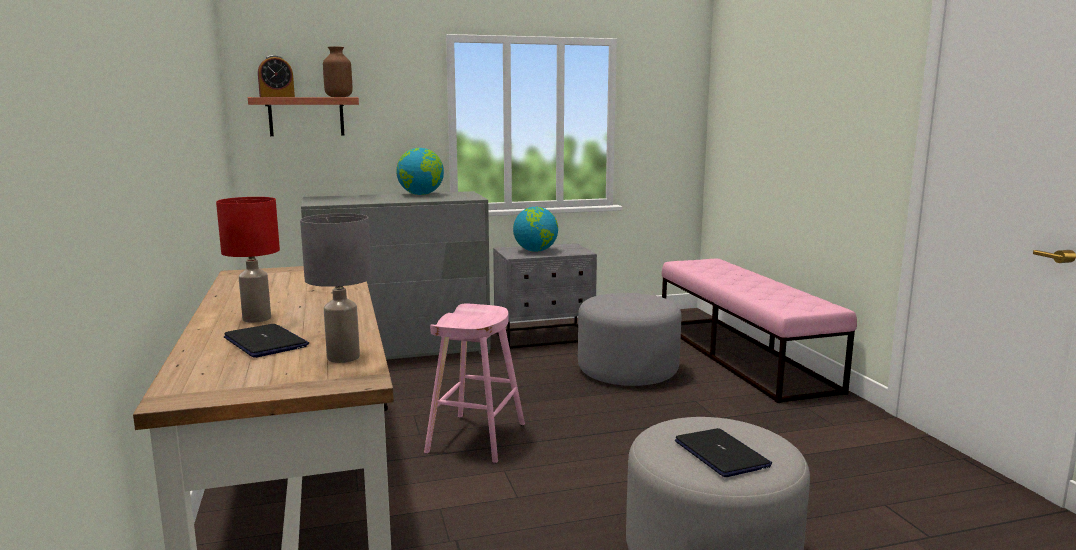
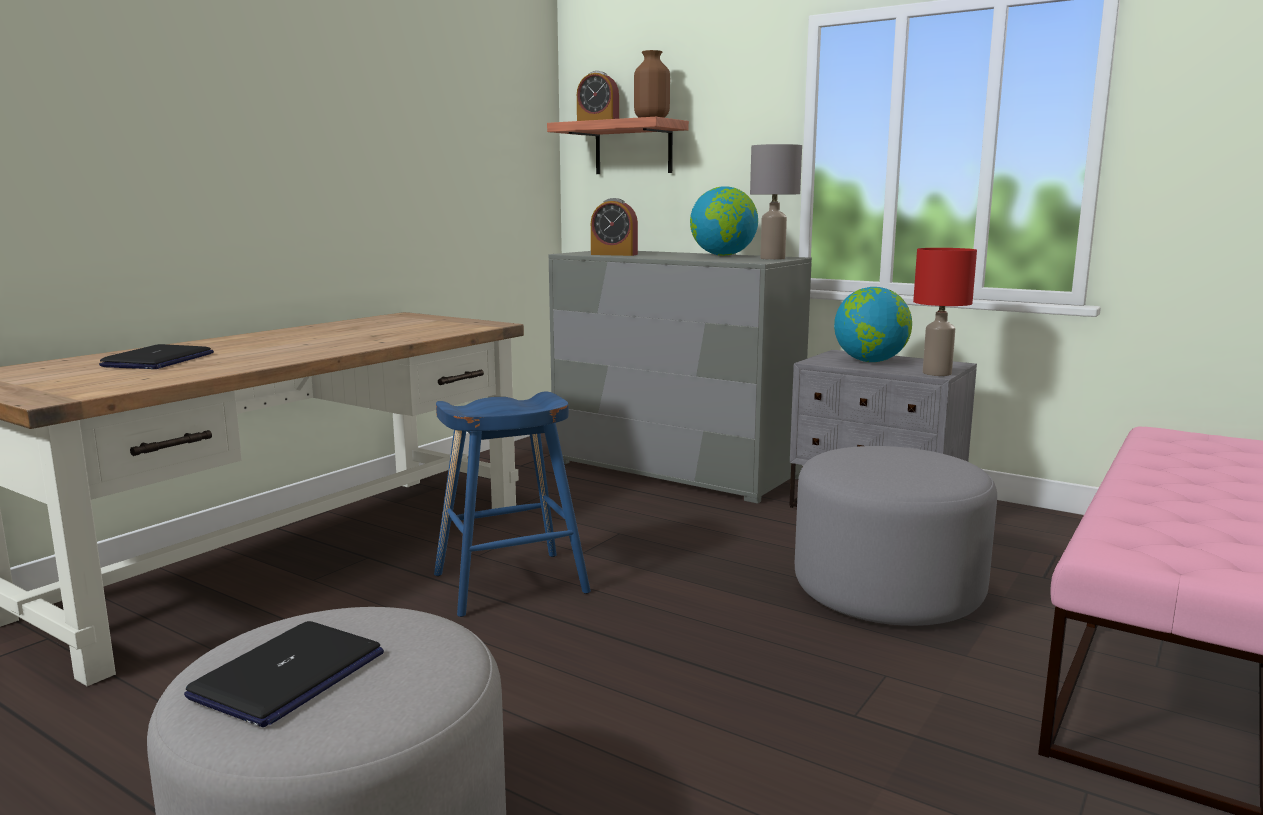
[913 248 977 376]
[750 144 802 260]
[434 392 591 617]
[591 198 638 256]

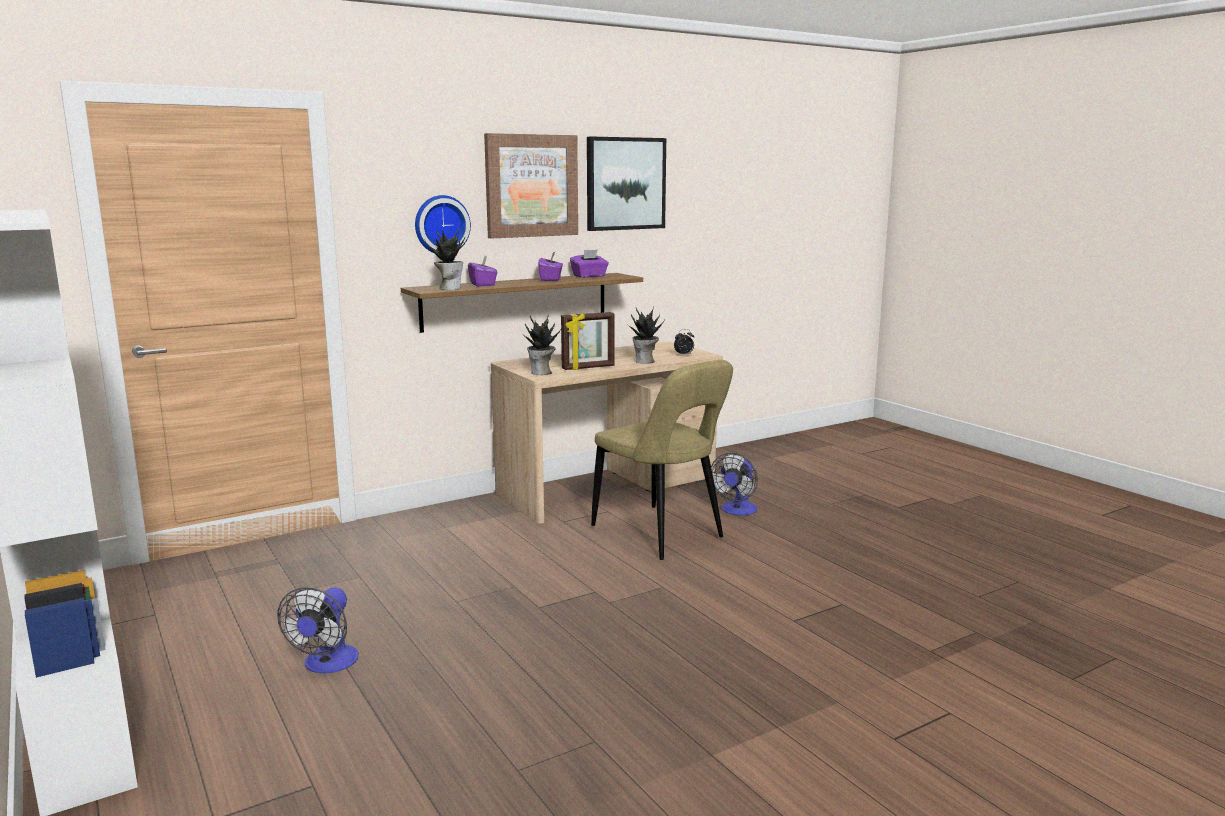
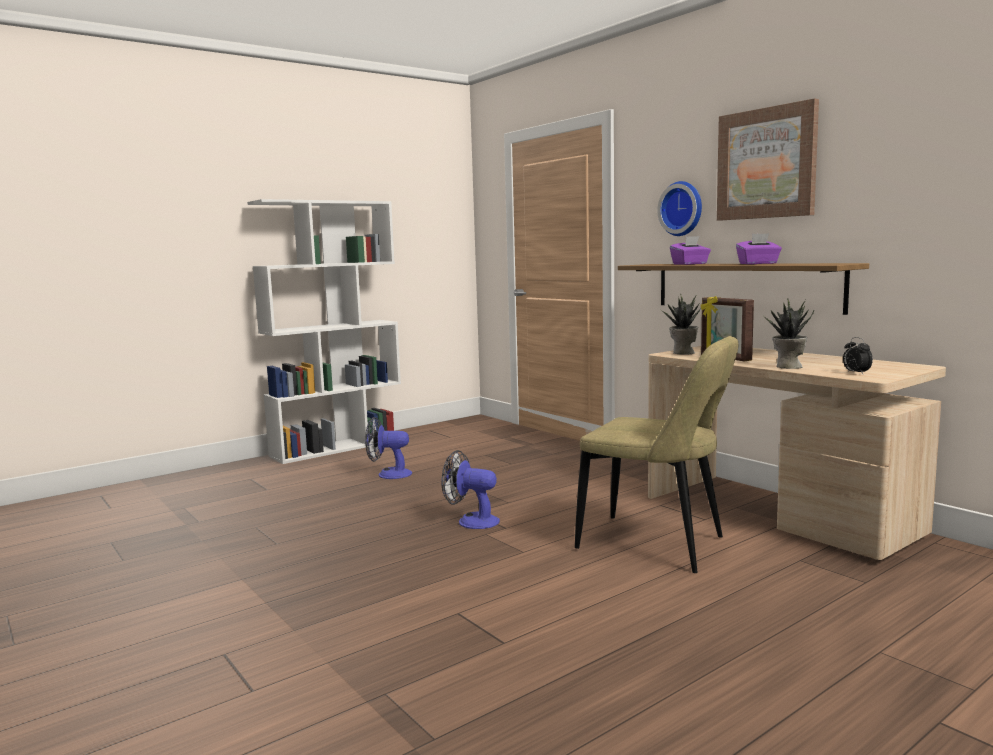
[587 136 666 231] (first image)
[424 228 465 290] (first image)
[570 249 609 277] (first image)
[575 336 738 573]
[442 450 500 529]

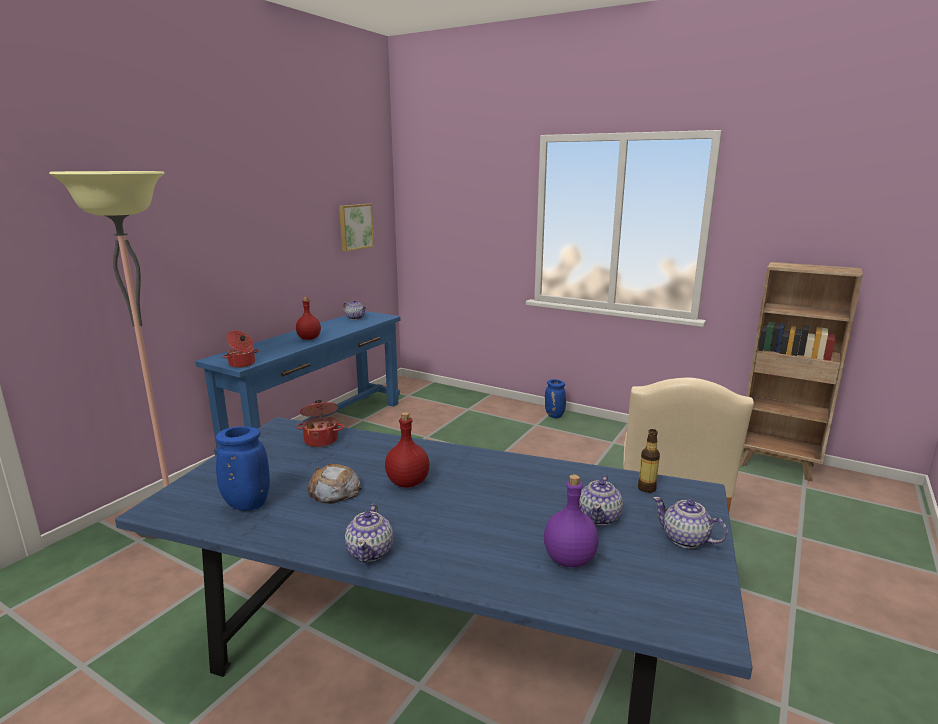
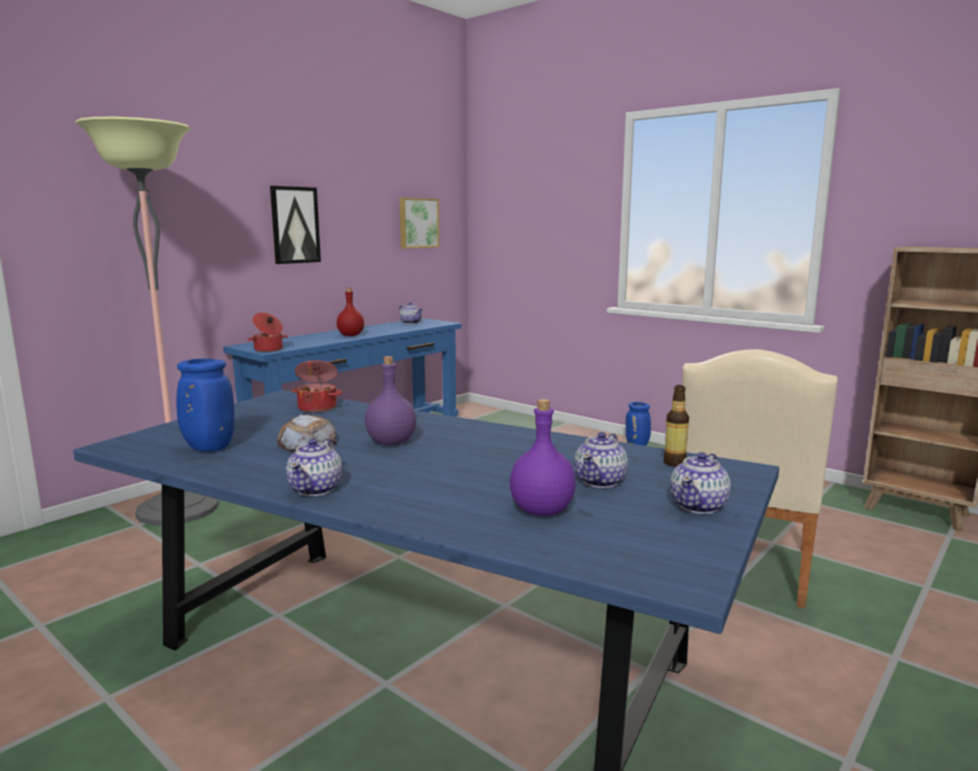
[365 356 416 445]
[670 452 731 514]
[270 186 321 264]

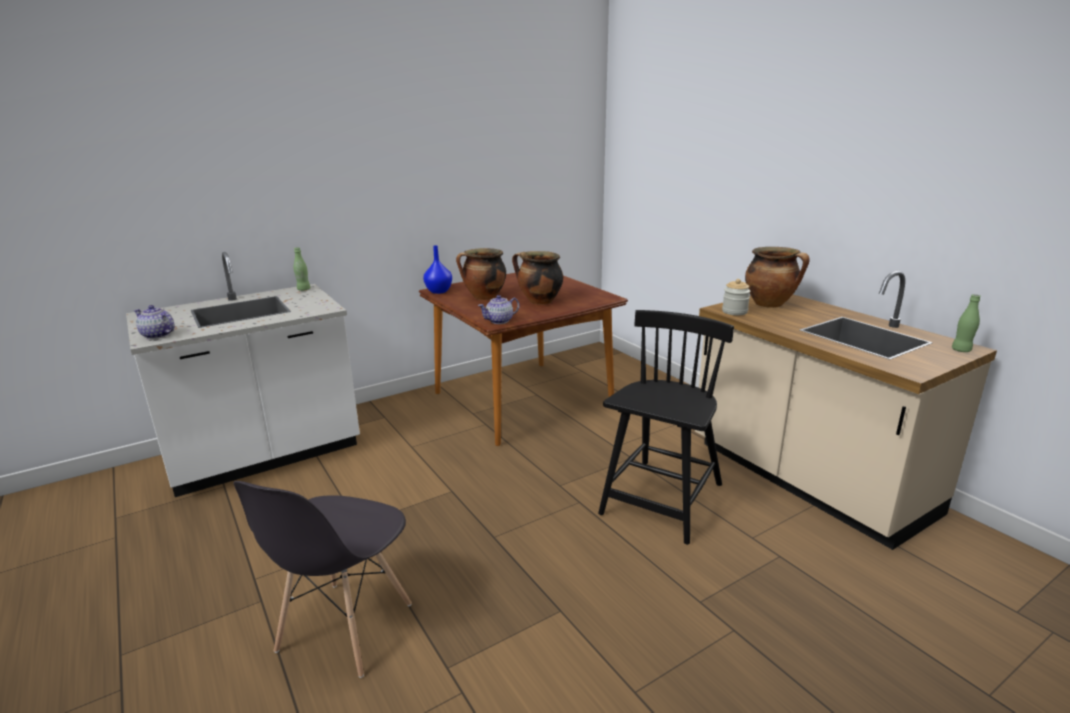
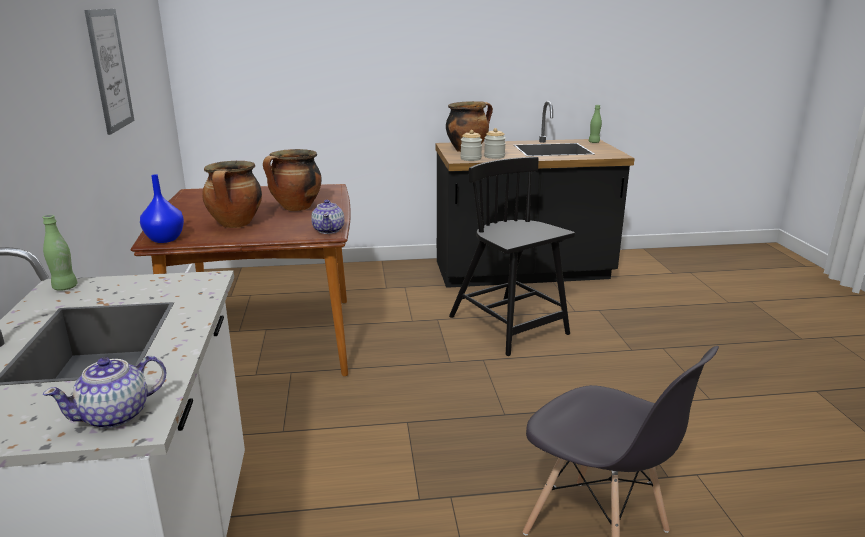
[435 101 635 288]
[84 9 134 135]
[484 128 506 159]

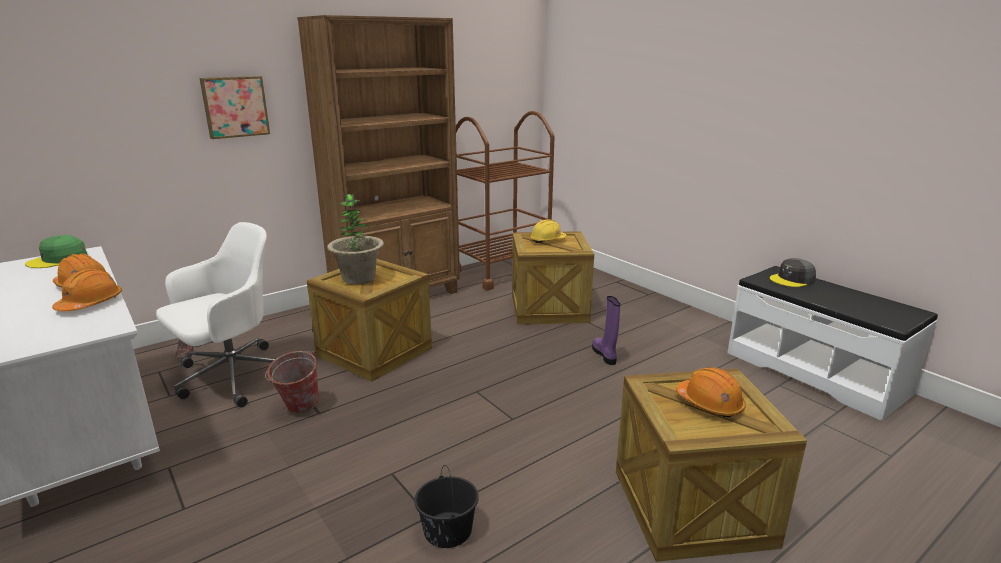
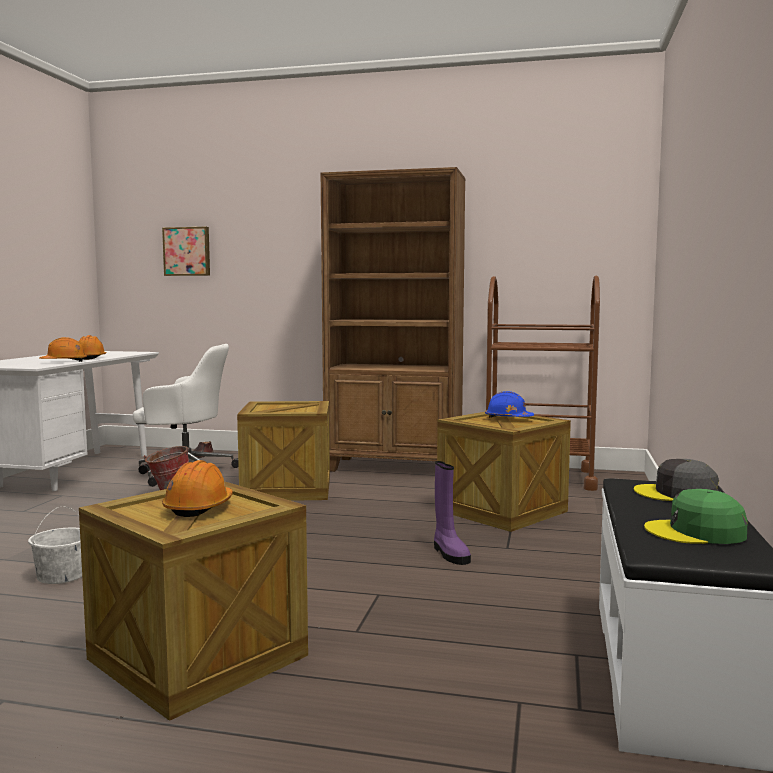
[162 227 210 276]
[327 194 384 284] (first image)
[485 391 534 418]
[644 489 747 544]
[434 461 471 565]
[28 506 82 584]

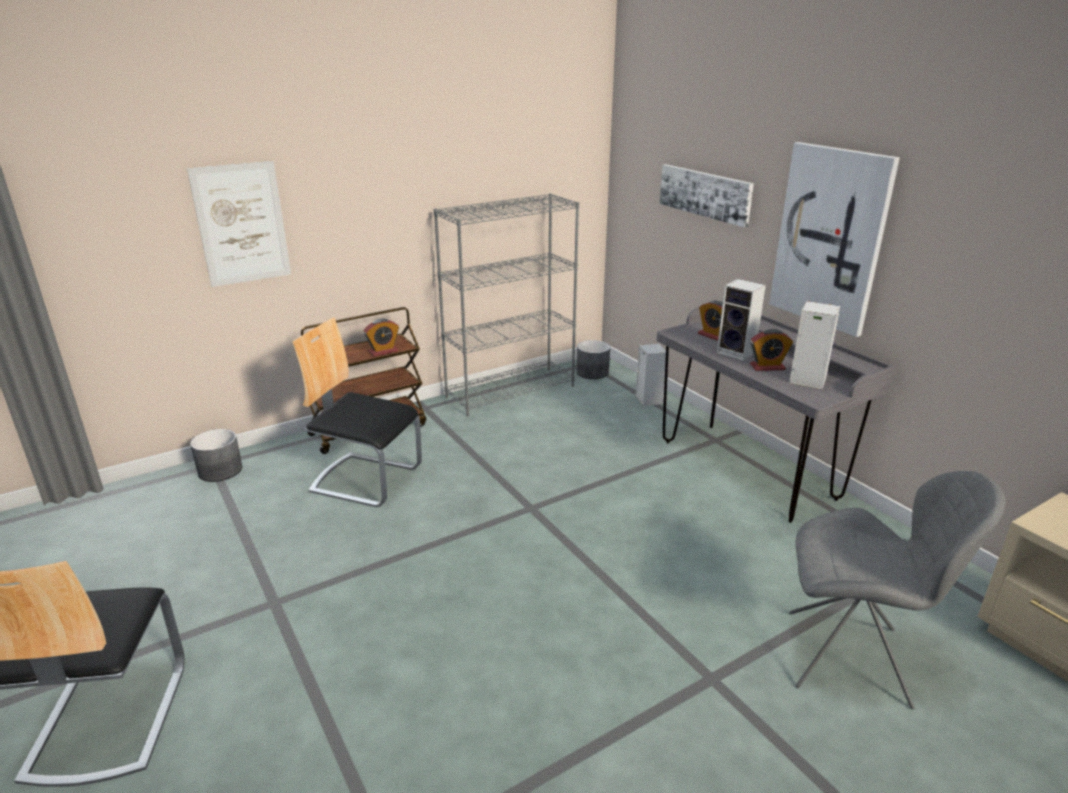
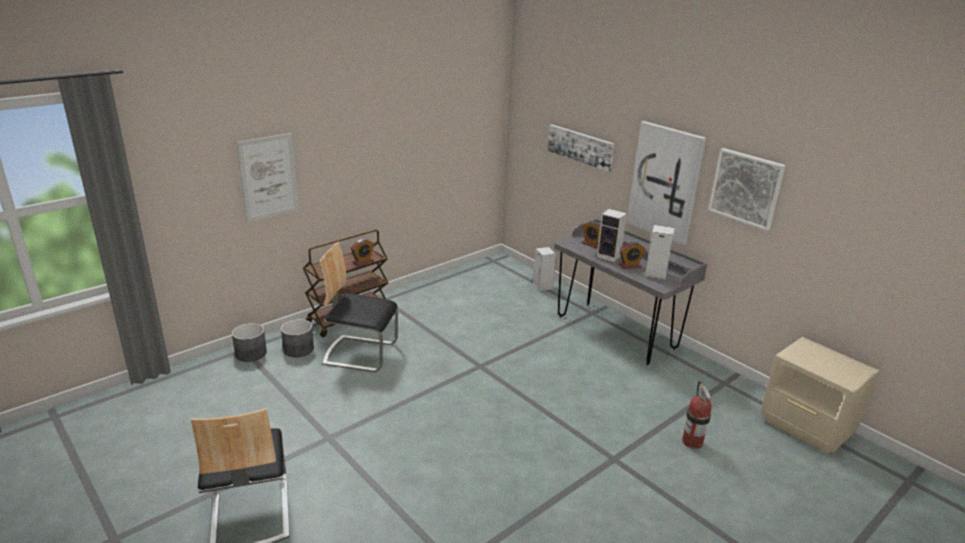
[434 193 579 417] (first image)
[281 319 314 357]
[682 381 712 449]
[708 148 786 231]

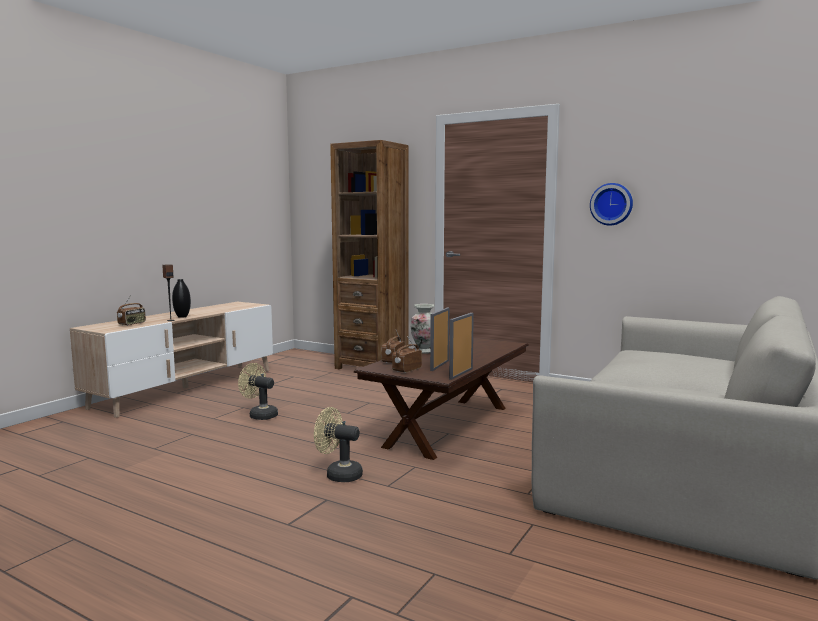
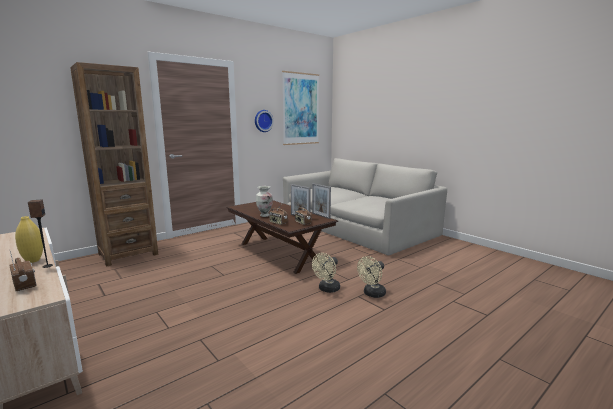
[15 216 43 263]
[357 256 386 298]
[282 71 319 145]

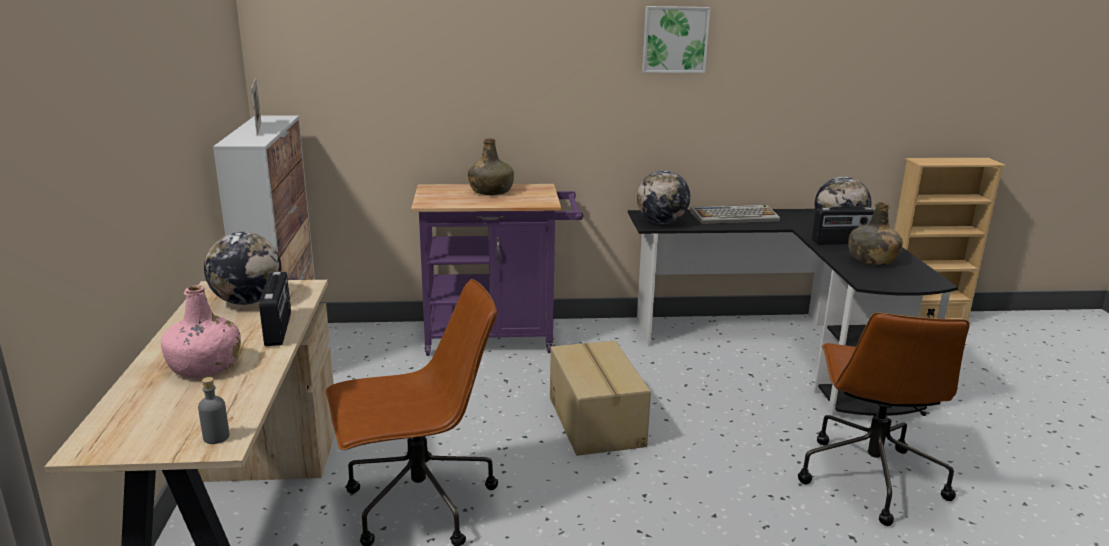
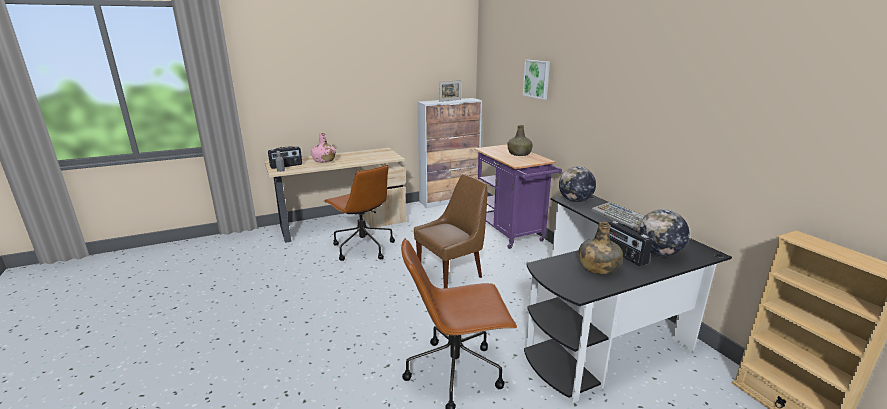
[523 60 550 100]
[204 232 281 305] (first image)
[268 146 302 169]
[414 174 488 288]

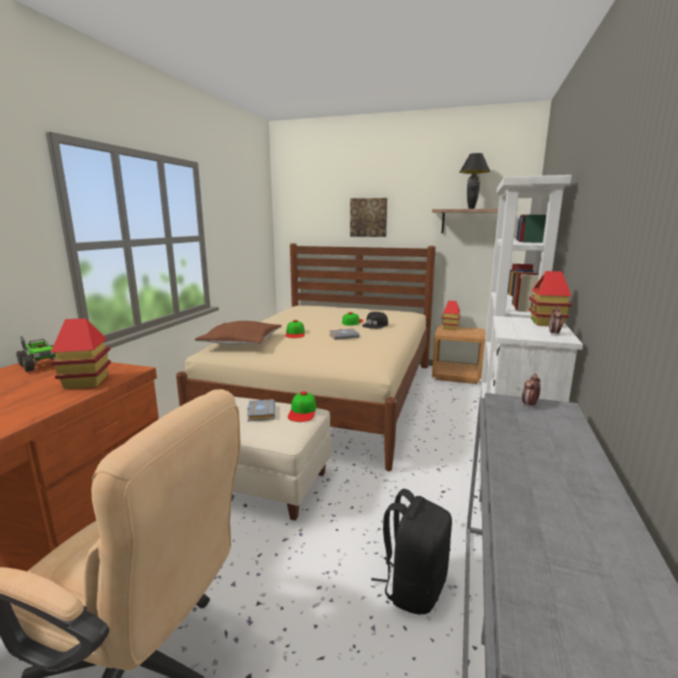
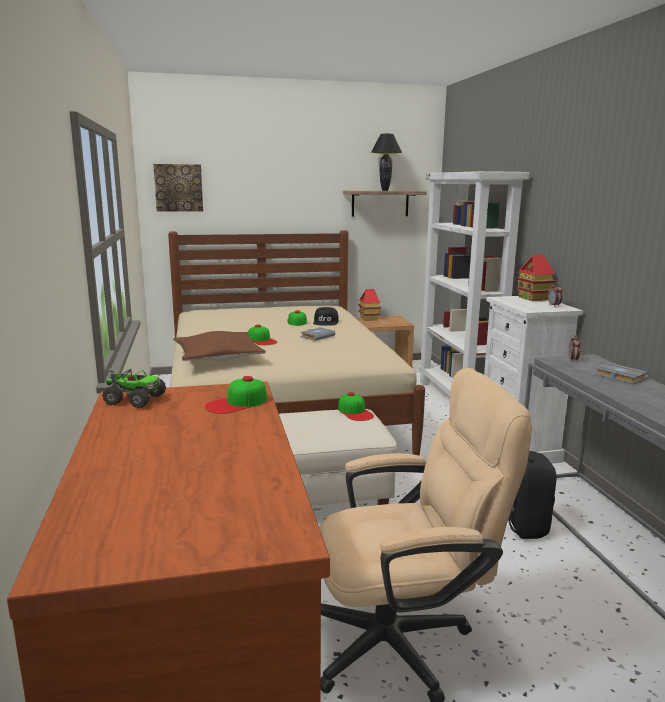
[153 164 203 212]
[205 376 267 414]
[594 363 649 384]

